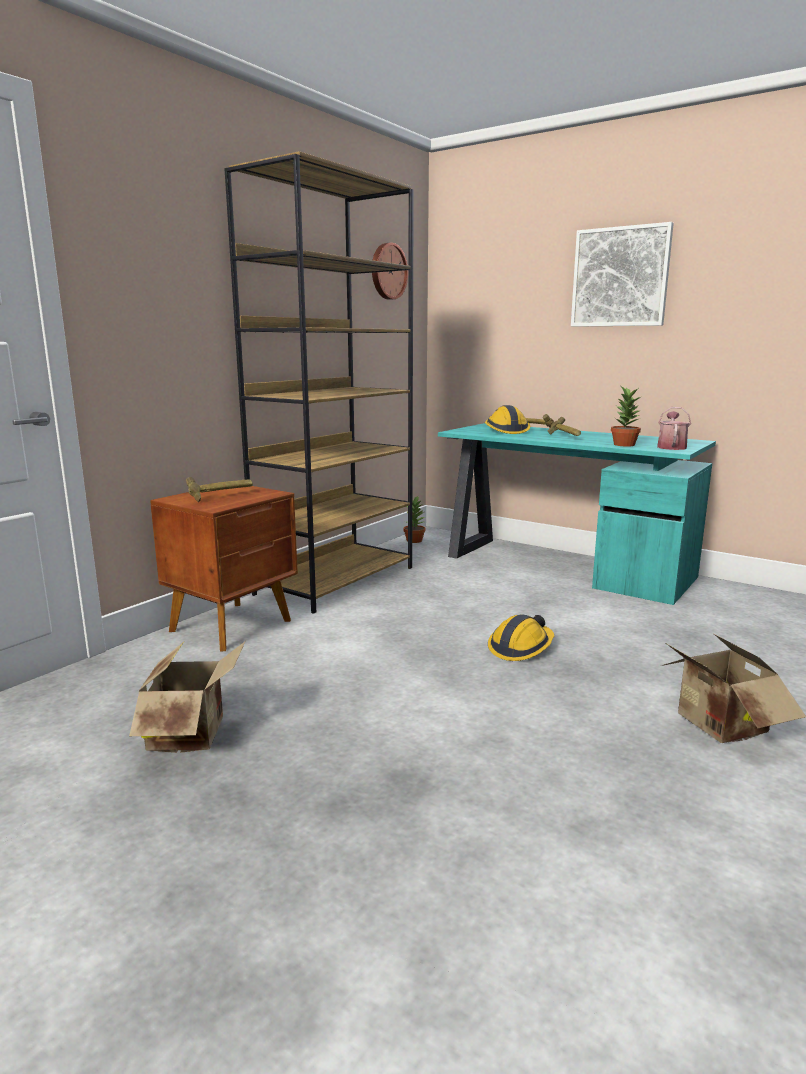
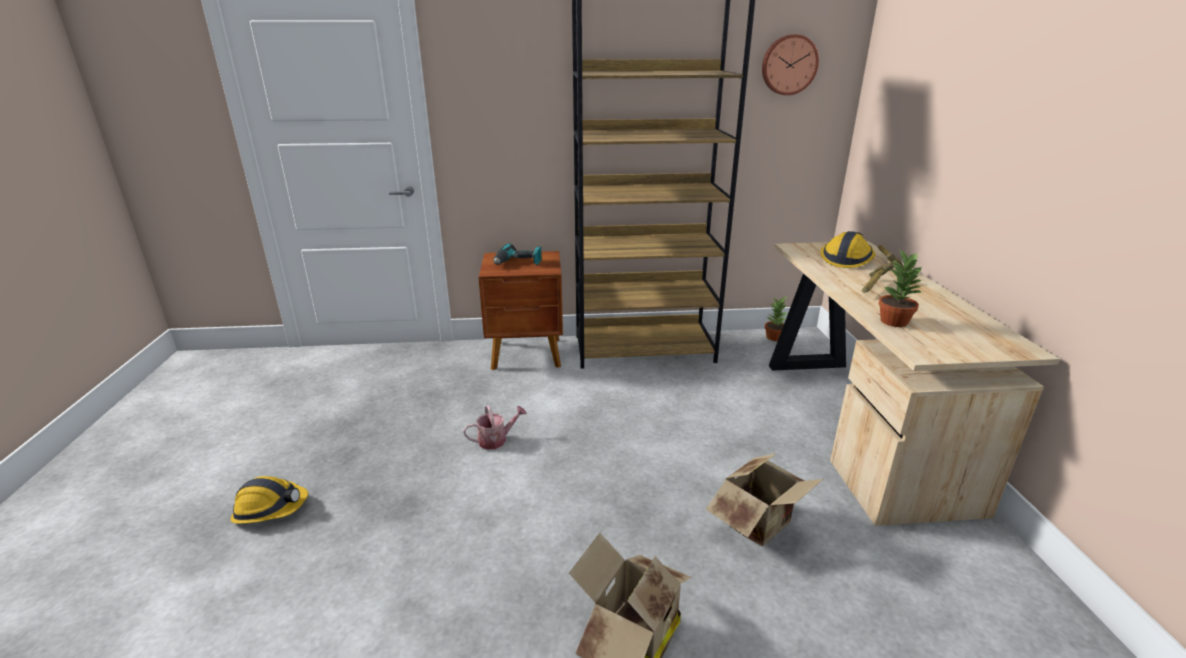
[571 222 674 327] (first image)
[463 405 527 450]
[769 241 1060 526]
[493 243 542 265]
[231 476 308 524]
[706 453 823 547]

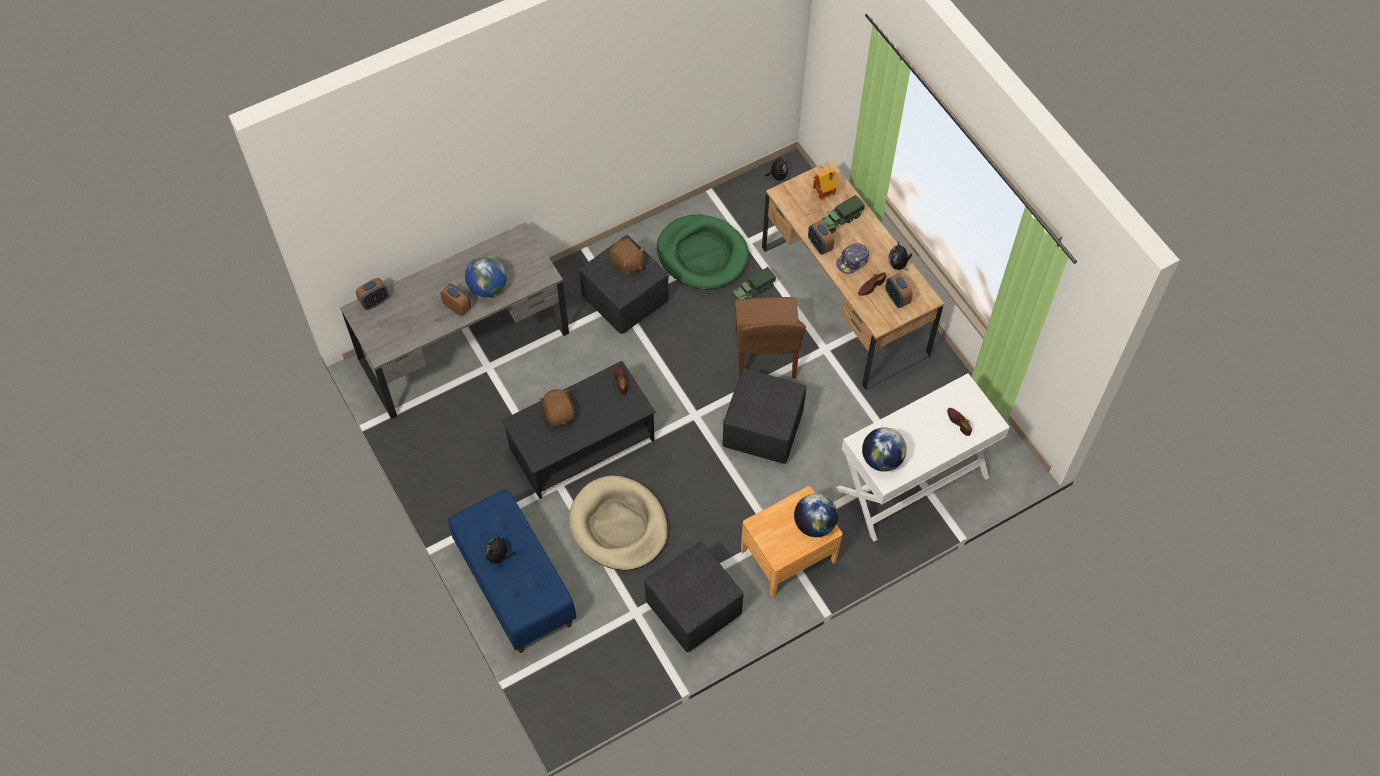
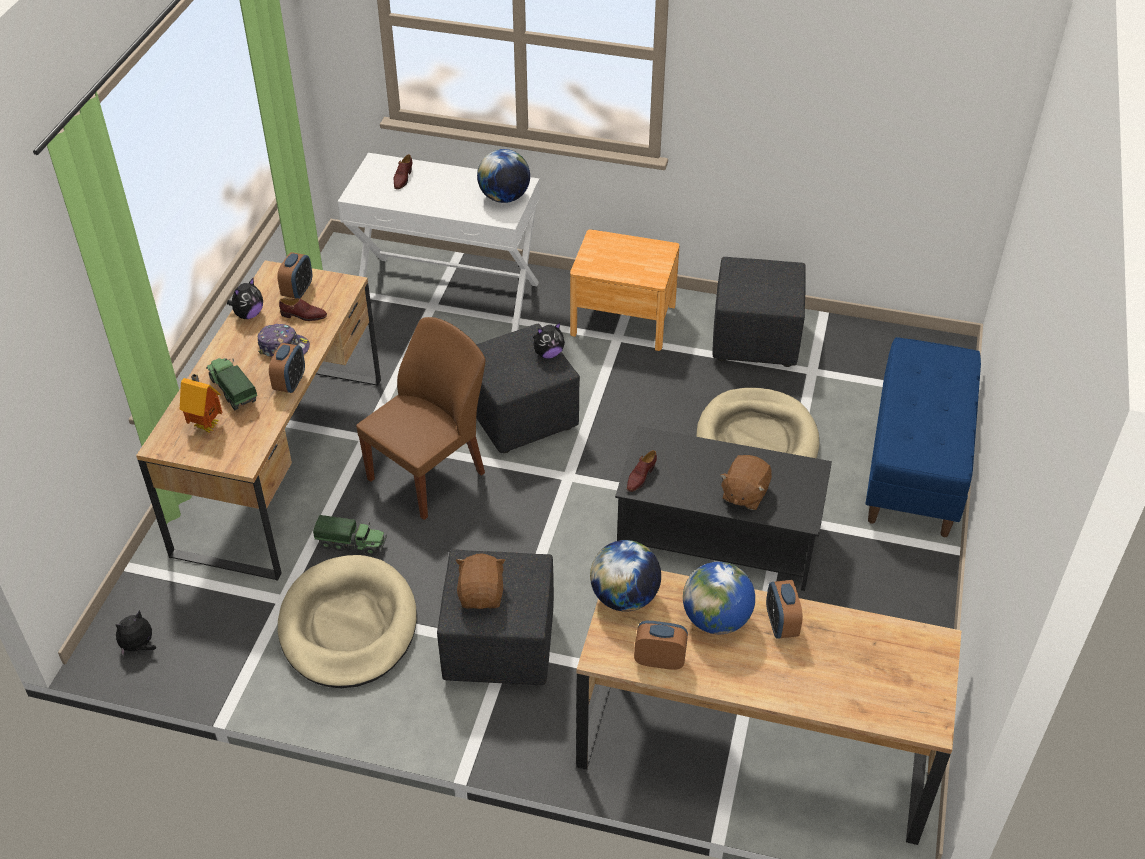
[206 358 257 410]
[278 555 417 688]
[576 571 961 845]
[634 621 688 670]
[590 540 661 612]
[533 323 565 359]

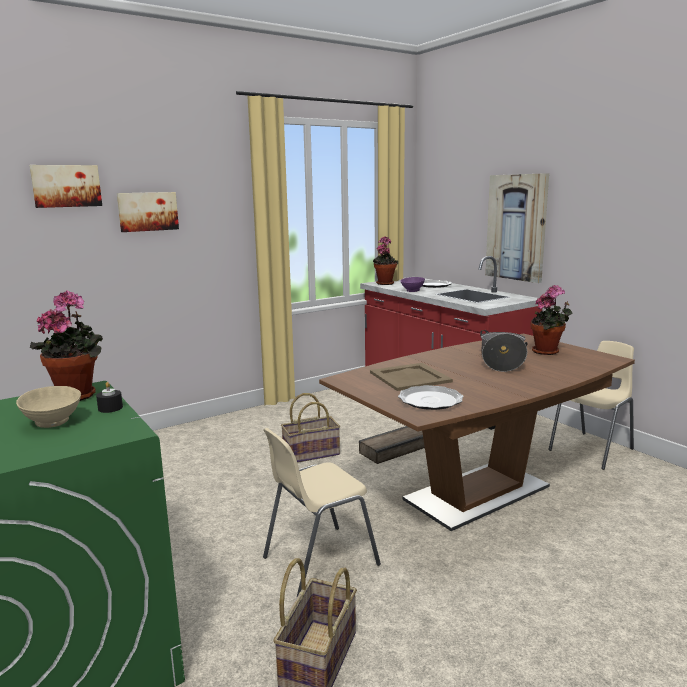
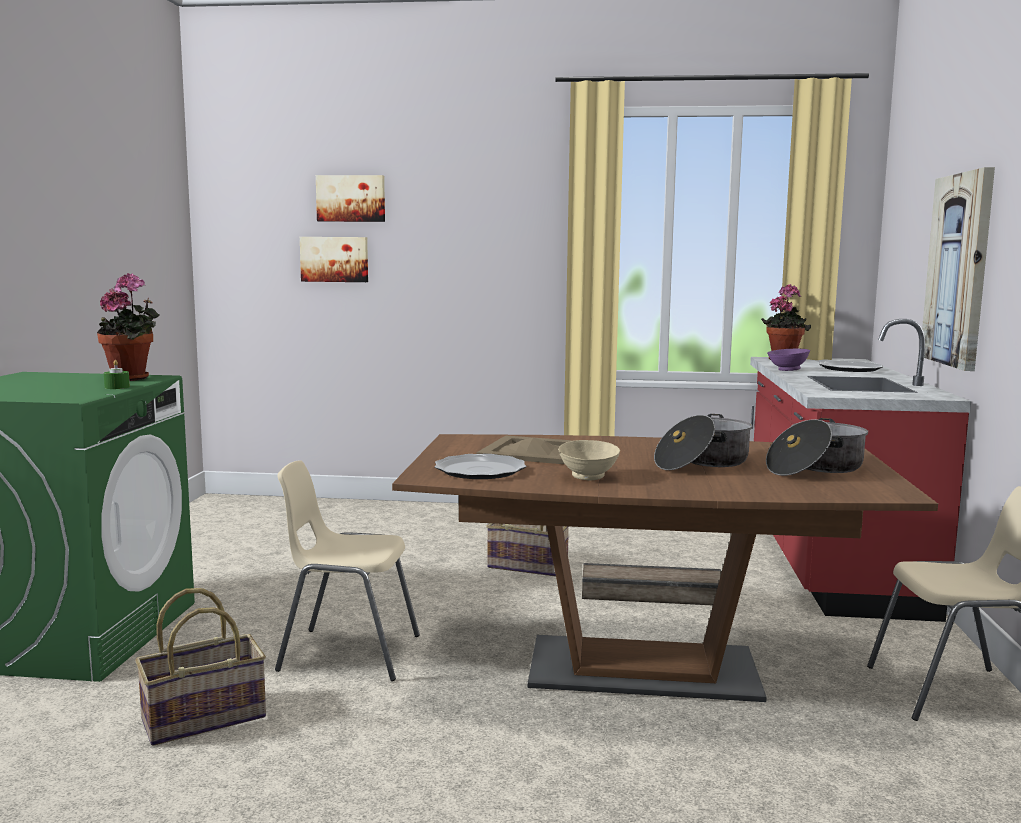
[300 237 368 282]
[766 418 868 476]
[104 360 130 389]
[558 440 620 480]

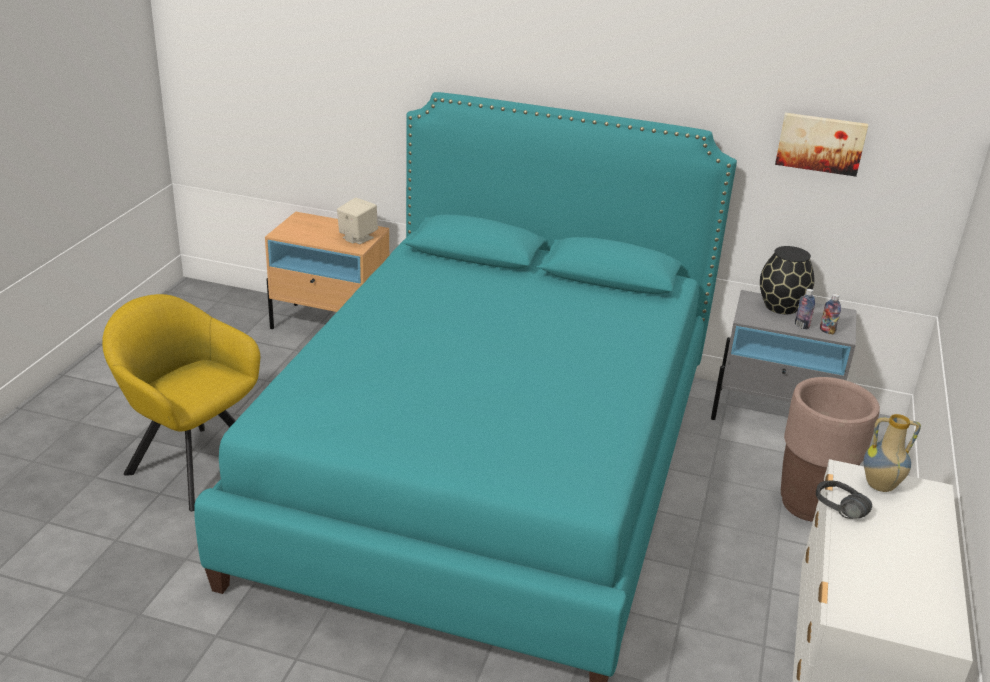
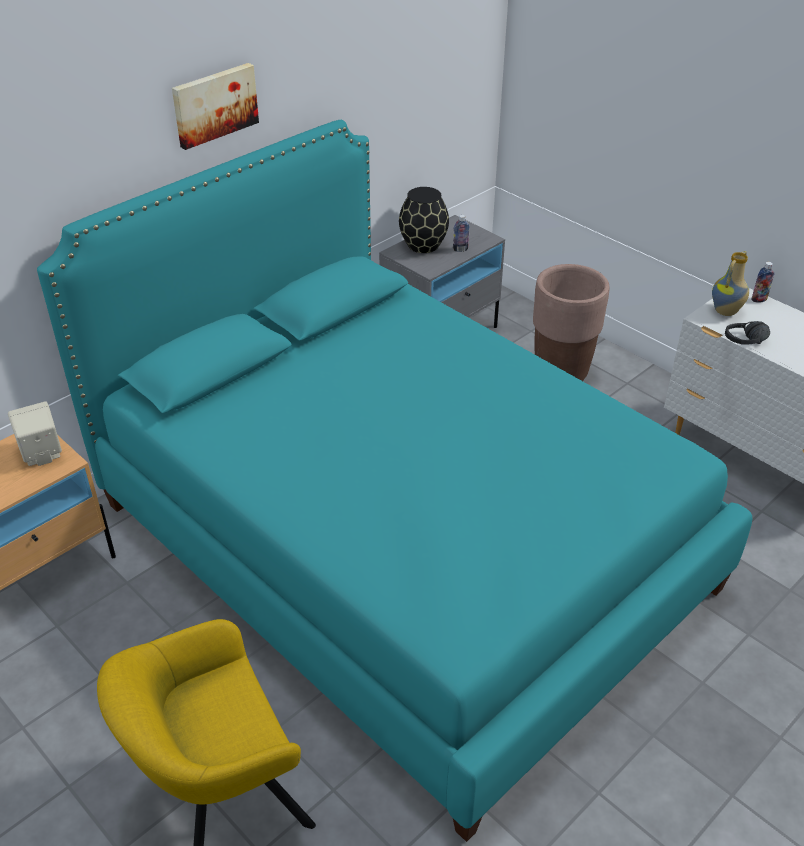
[172 63 259 150]
[751 262 775 303]

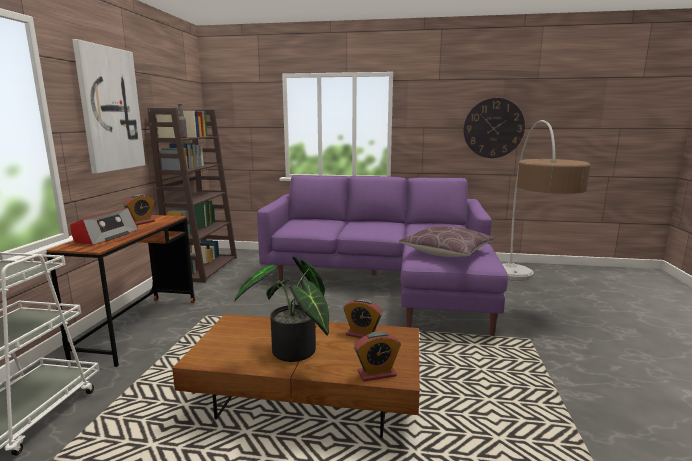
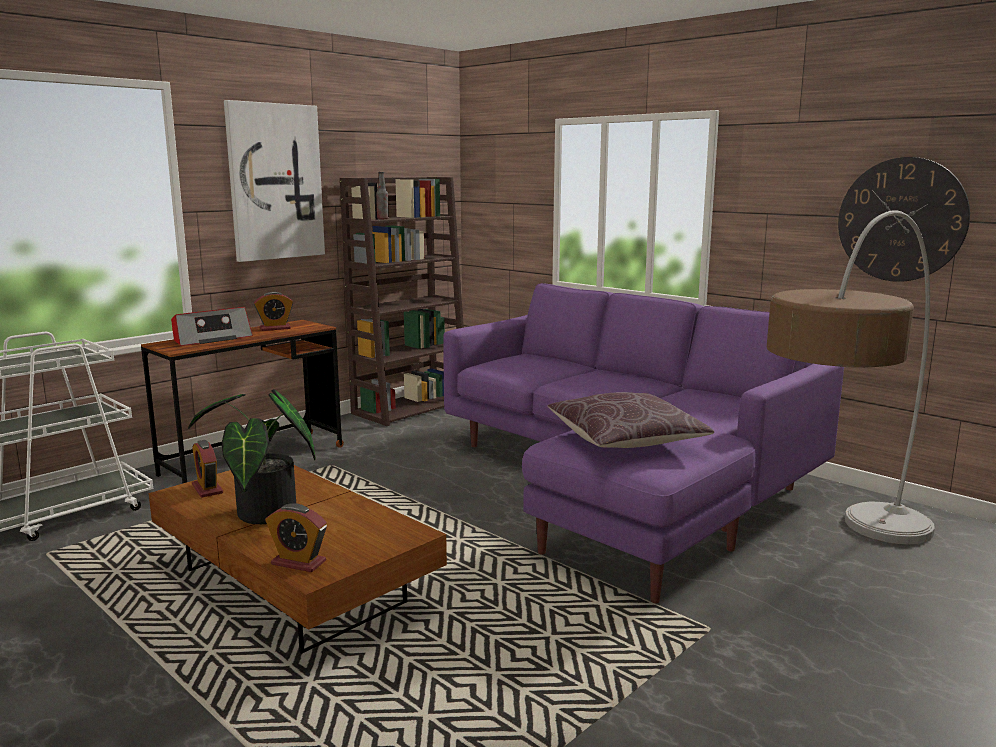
[192 440 223 498]

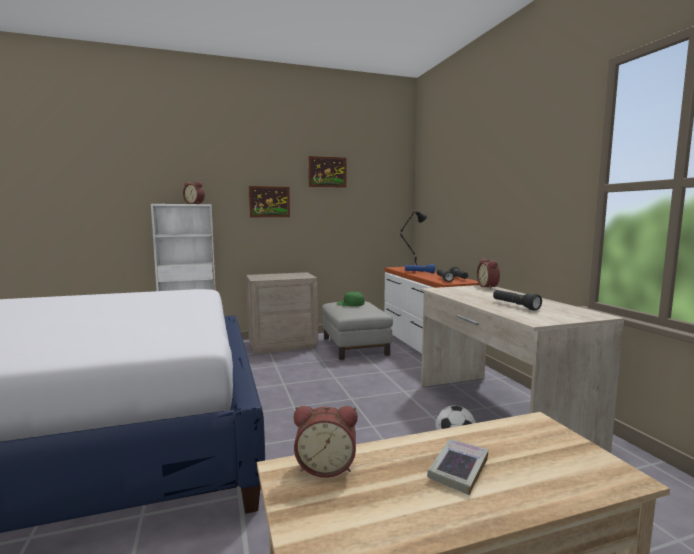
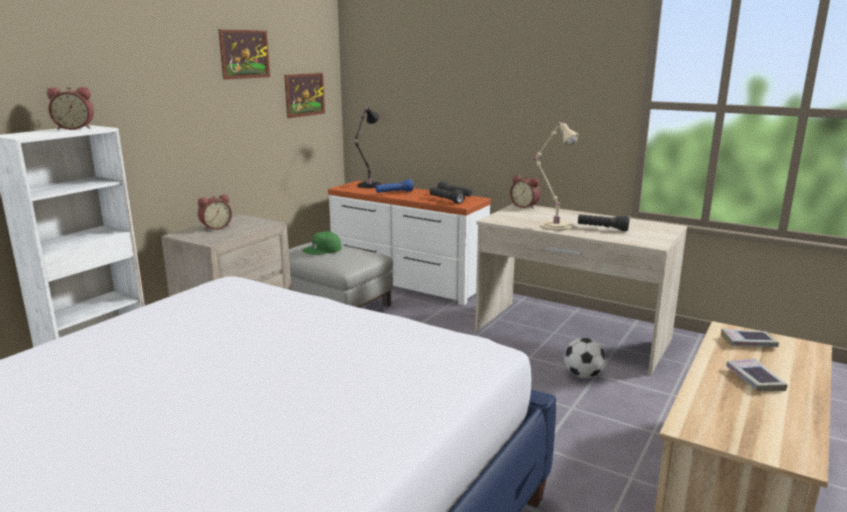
[284 73 325 118]
[198 194 232 231]
[532 122 581 231]
[721 329 779 347]

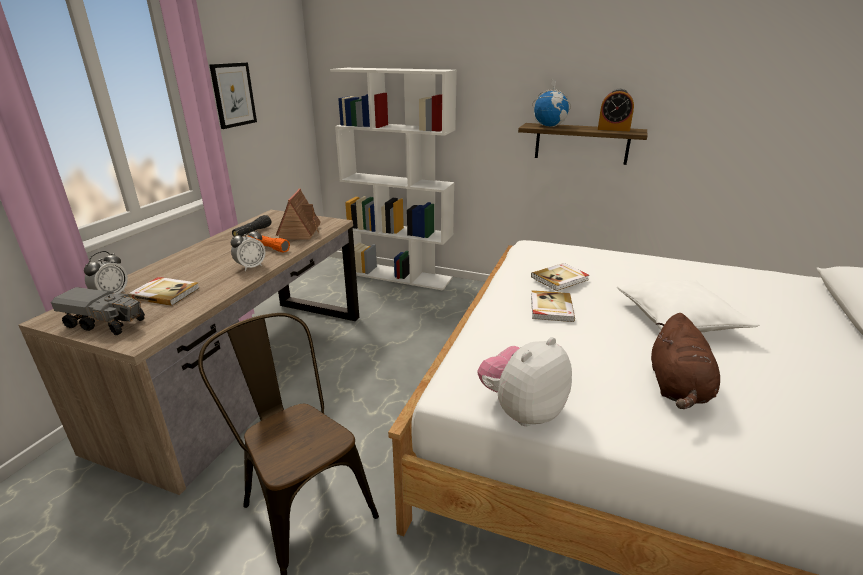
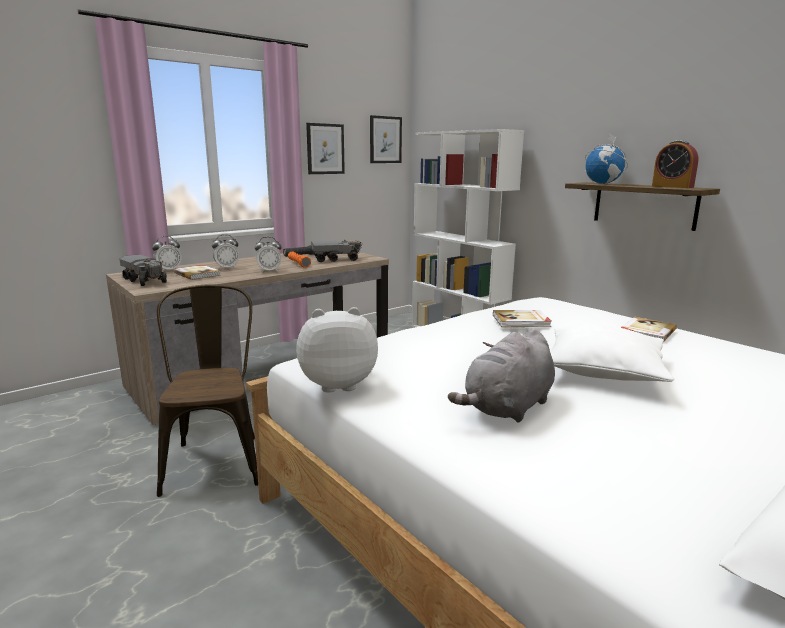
[311 240 363 262]
[621 317 677 341]
[448 329 555 423]
[370 115 402 163]
[212 234 239 270]

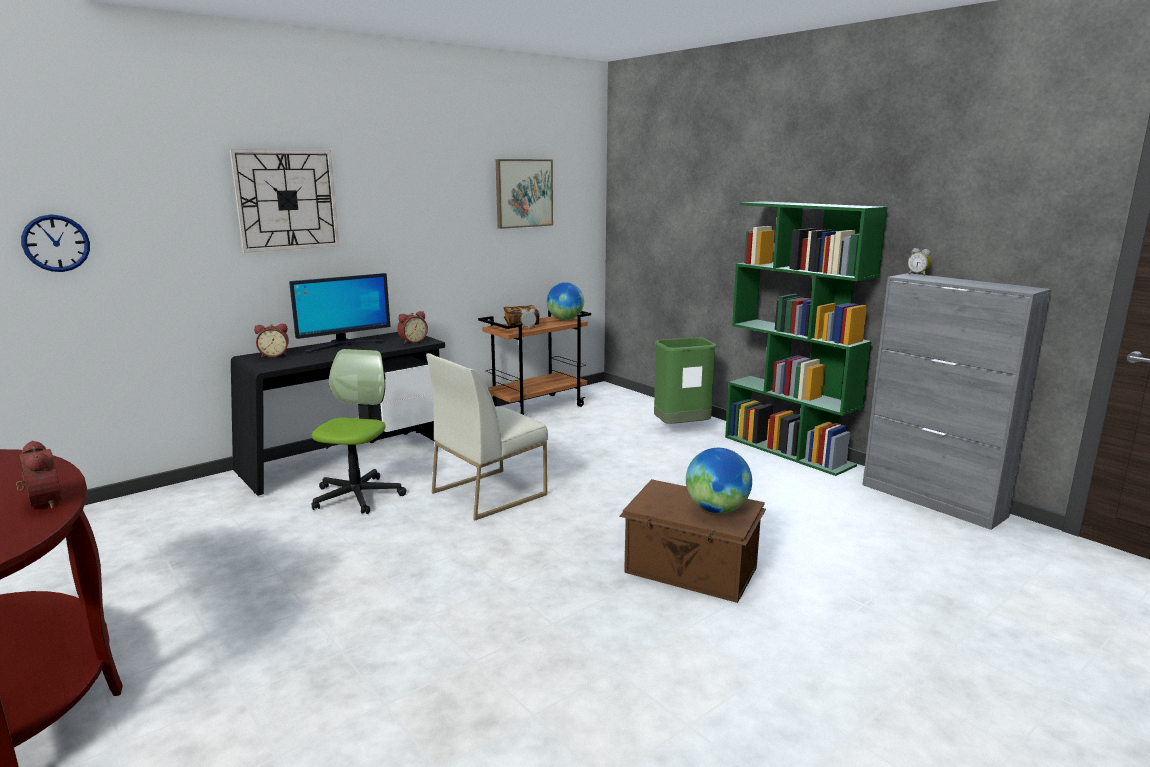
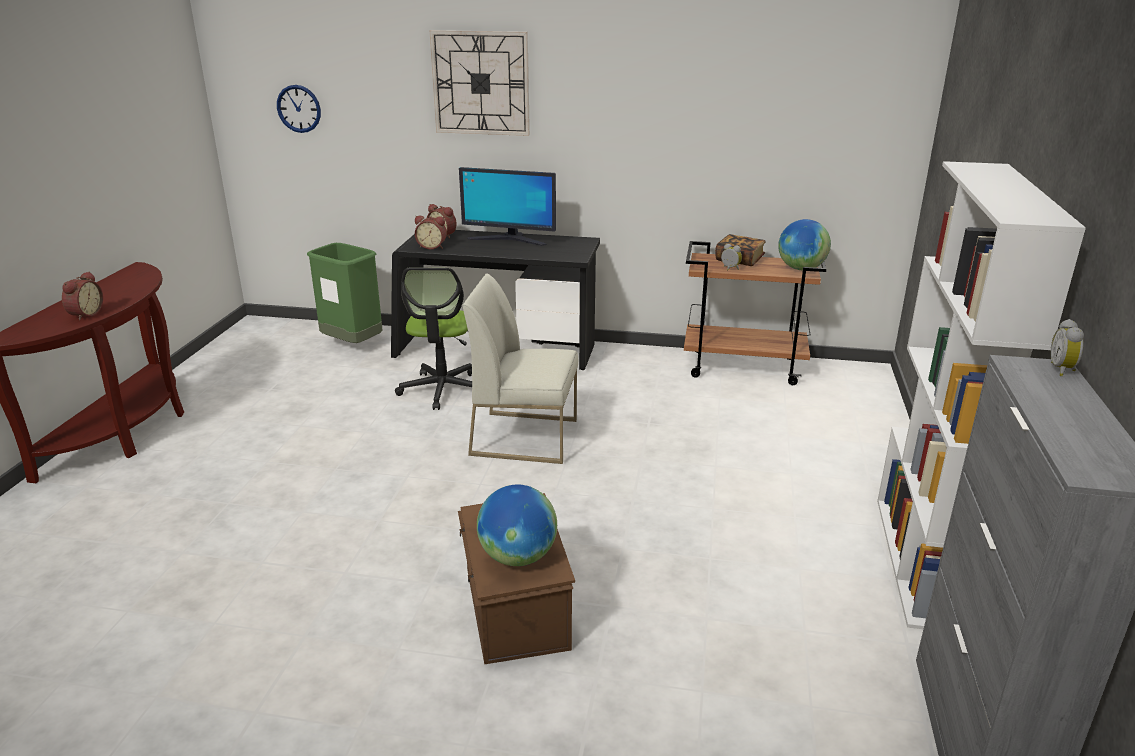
[496 159 553 229] (first image)
[877 161 1086 629]
[415 215 447 249]
[307 243 383 343]
[395 268 472 410]

